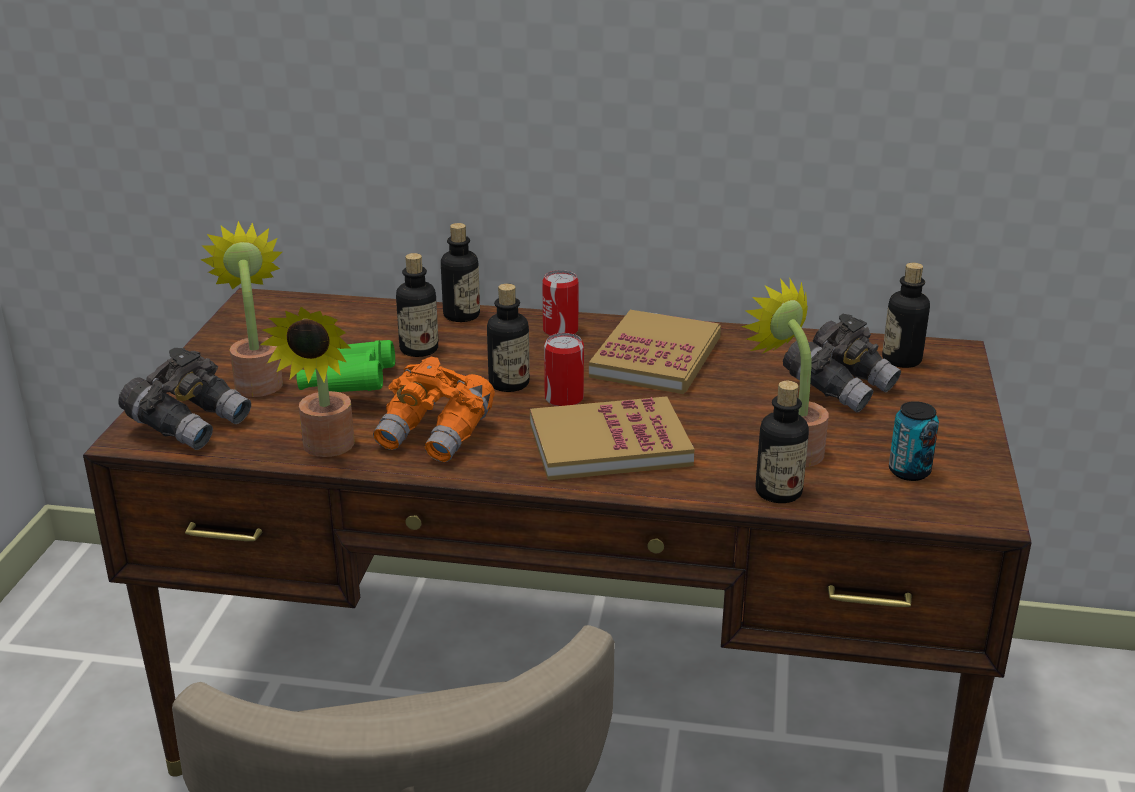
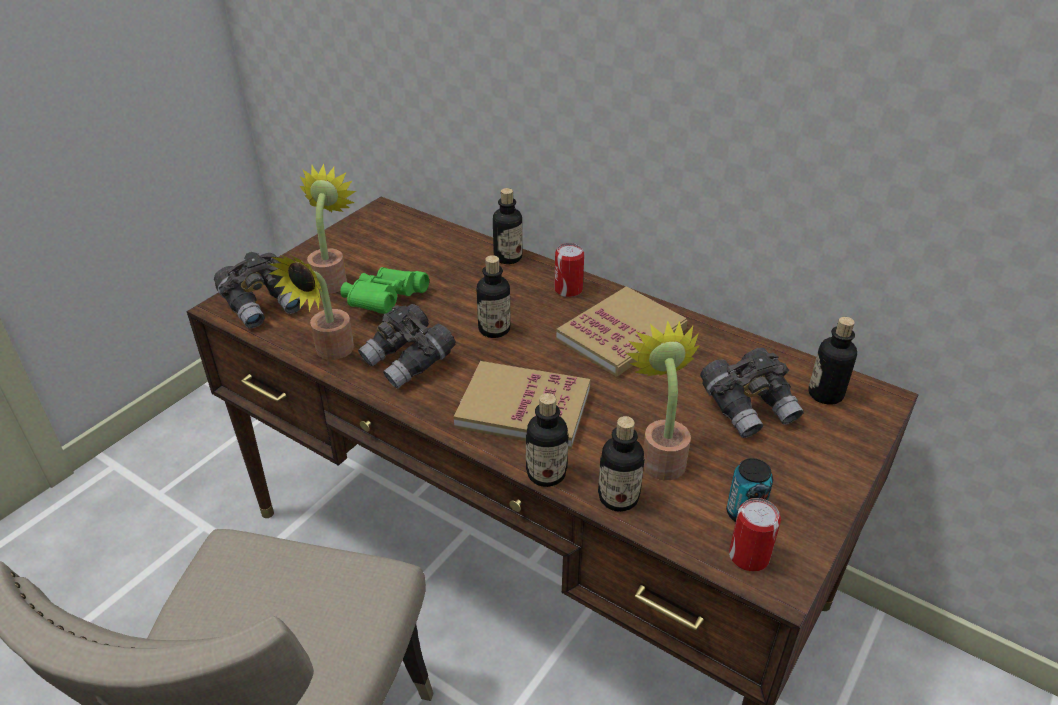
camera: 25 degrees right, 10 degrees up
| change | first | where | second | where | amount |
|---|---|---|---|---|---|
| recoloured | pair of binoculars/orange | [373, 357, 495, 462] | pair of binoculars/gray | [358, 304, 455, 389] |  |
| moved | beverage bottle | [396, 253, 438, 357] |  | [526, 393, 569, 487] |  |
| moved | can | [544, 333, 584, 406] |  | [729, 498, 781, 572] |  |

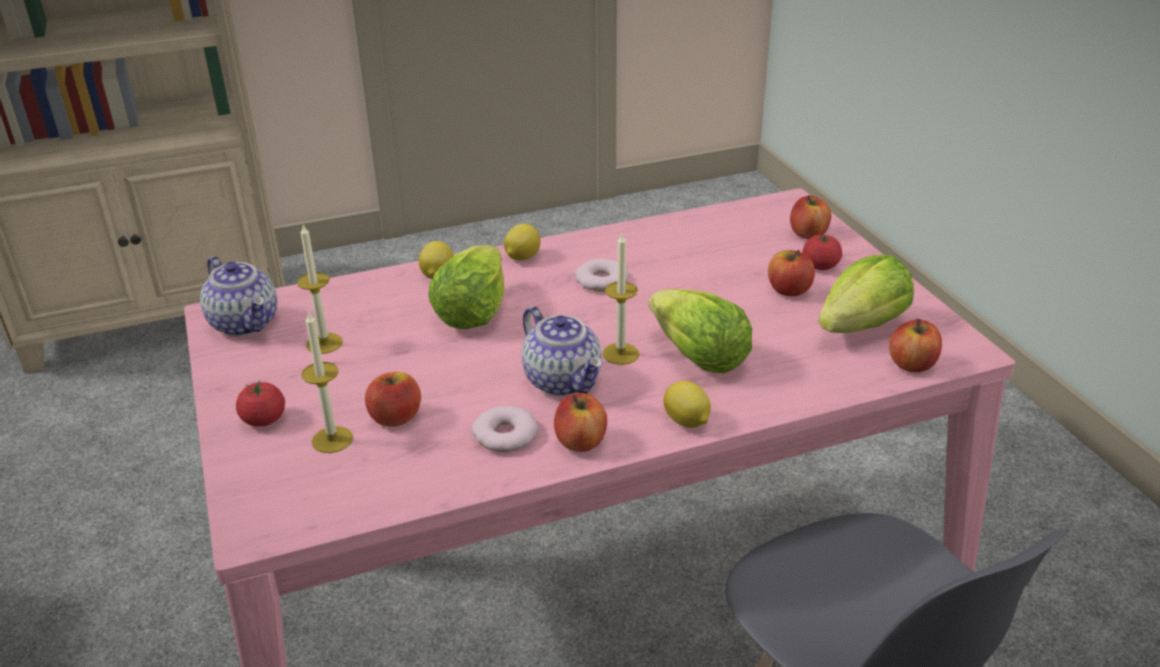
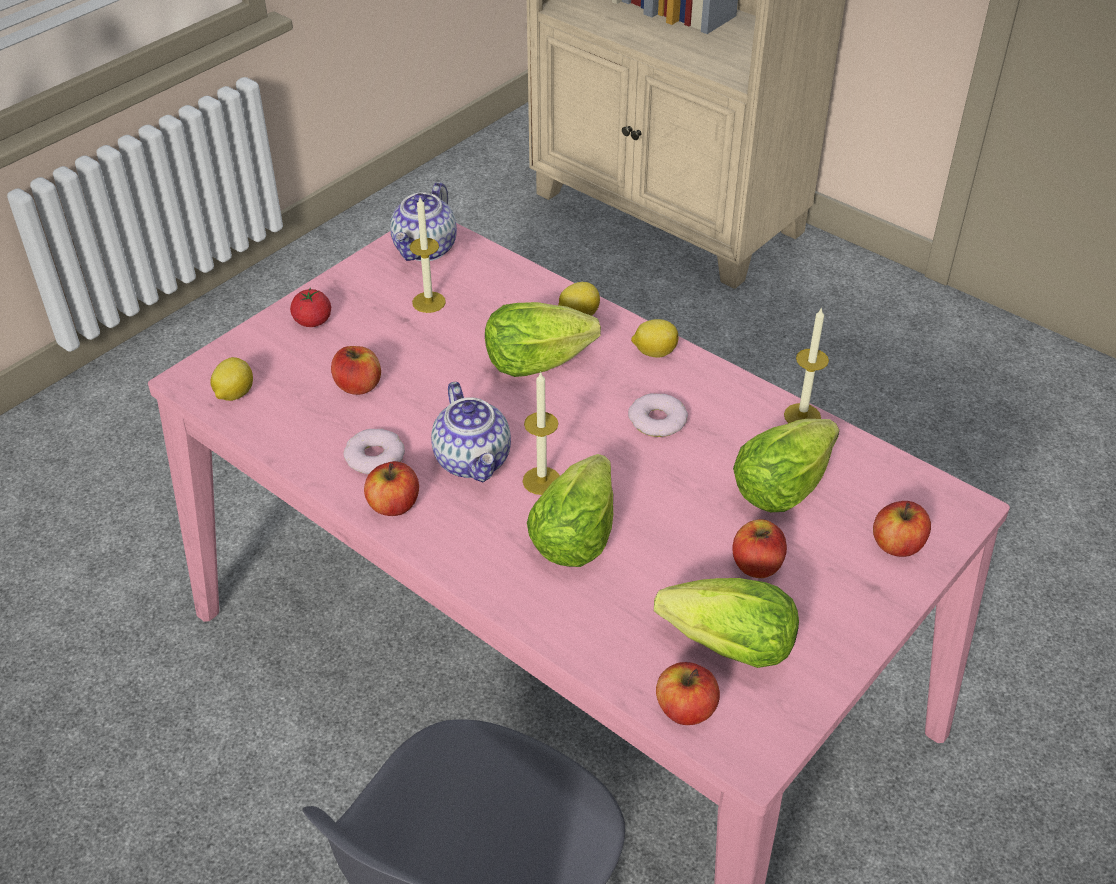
camera: 60 degrees right, 10 degrees up
| change | first | where | second | where | amount |
|---|---|---|---|---|---|
| moved | candle | [302, 311, 353, 453] |  | [784, 307, 829, 423] |  |
| turned | teapot | [522, 306, 603, 396] |  | [431, 382, 511, 482] | 45 degrees counterclockwise |
| moved | whole lemon | [664, 381, 711, 428] |  | [210, 357, 253, 401] |  |
| removed | fresh tomato | [803, 235, 842, 270] |  |  |  |
| added |  |  | lettuce | [733, 419, 839, 512] |  |

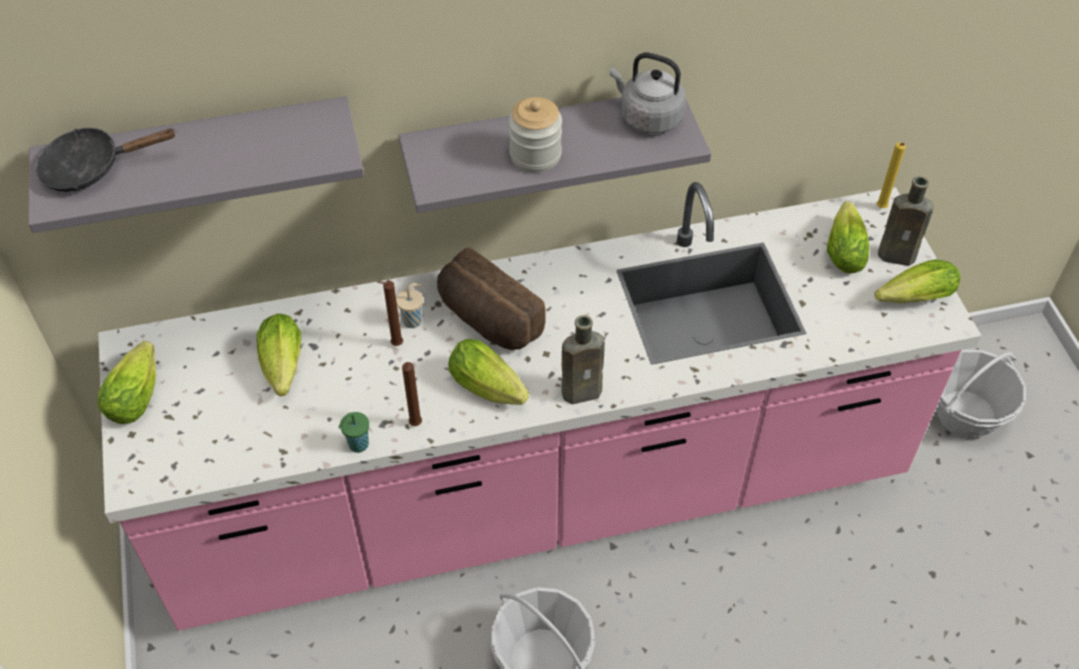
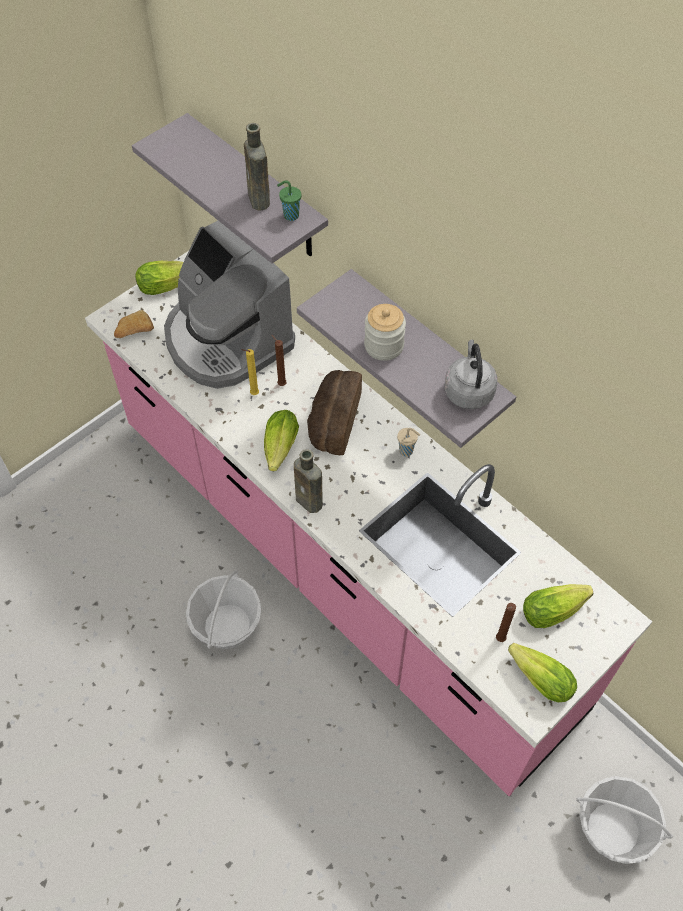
camera: 60 degrees right, 5 degrees up
| change | first | where | second | where | amount |
|---|---|---|---|---|---|
| removed | skillet/black-coloured | [35, 128, 177, 192] |  |  |  |
| replaced | lettuce | [257, 314, 301, 396] | coffee maker | [164, 221, 295, 389] |  |
| moved | cup/greenish | [339, 412, 369, 453] |  | [277, 180, 301, 221] |  |
| moved | cup/beige | [396, 283, 423, 328] |  | [397, 428, 420, 456] |  |
| moved | candle/brownish | [402, 362, 422, 426] |  | [496, 603, 516, 642] |  |
| moved | candle/yellow | [877, 142, 906, 208] |  | [241, 349, 259, 395] |  |
| moved | beverage bottle/brownish | [878, 176, 933, 266] |  | [244, 123, 270, 211] |  |
| added |  |  | bakery bread | [114, 310, 154, 338] |  |

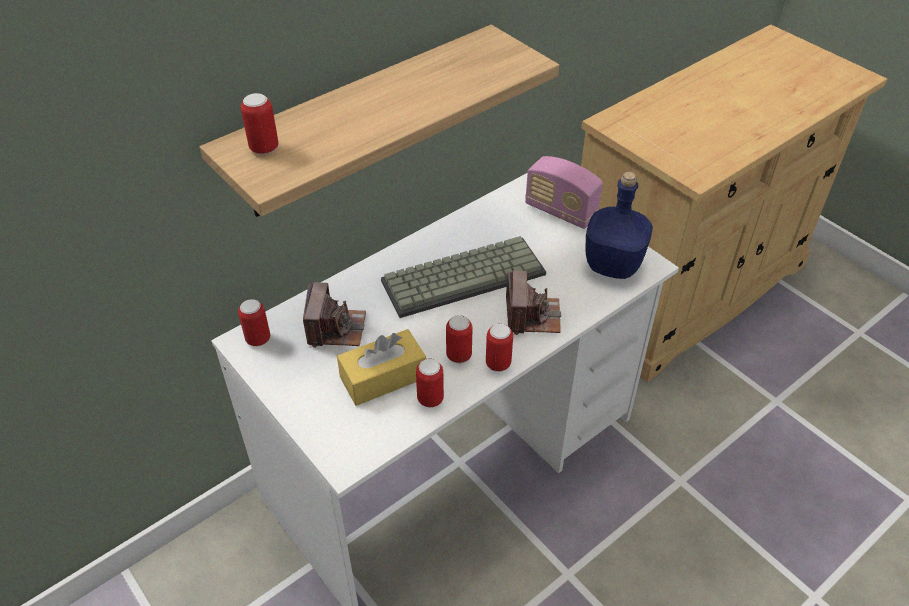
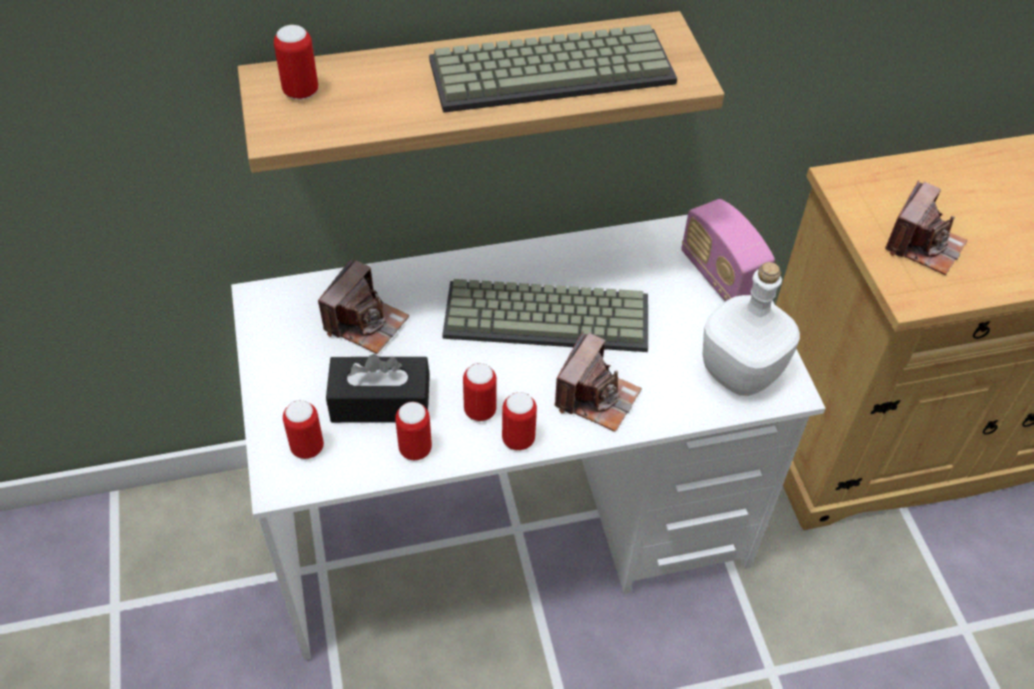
camera: 25 degrees right, 5 degrees up
| change | first | where | second | where | amount |
|---|---|---|---|---|---|
| moved | can | [238, 299, 270, 346] |  | [283, 400, 324, 459] |  |
| recoloured | tissue box/yellow | [337, 329, 426, 406] | tissue box/black-coloured | [326, 354, 430, 423] |  |
| recoloured | beverage bottle/blue-coloured | [585, 172, 653, 279] | beverage bottle/white | [703, 262, 800, 396] |  |
| added |  |  | computer keyboard | [429, 24, 677, 113] |  |
| added |  |  | photo camera | [885, 180, 967, 275] |  |

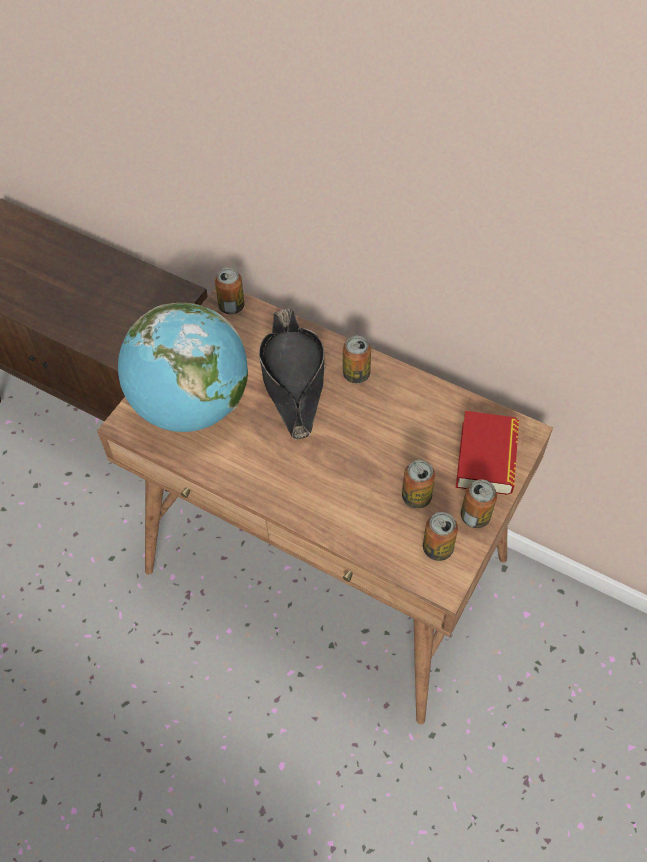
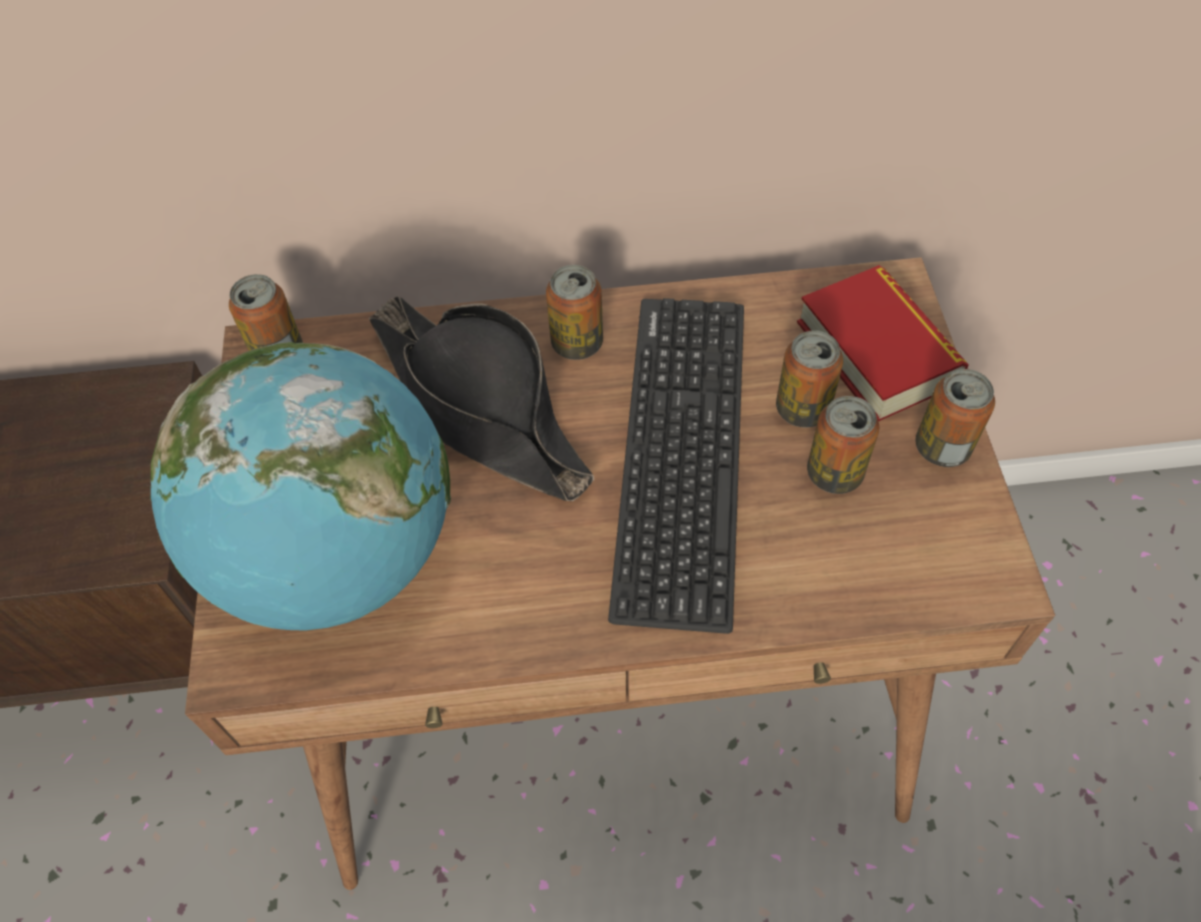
camera: 35 degrees left, 0 degrees up
| change | first | where | second | where | amount |
|---|---|---|---|---|---|
| moved | can | [423, 512, 458, 561] |  | [776, 331, 843, 427] |  |
| added |  |  | computer keyboard | [608, 298, 744, 634] |  |

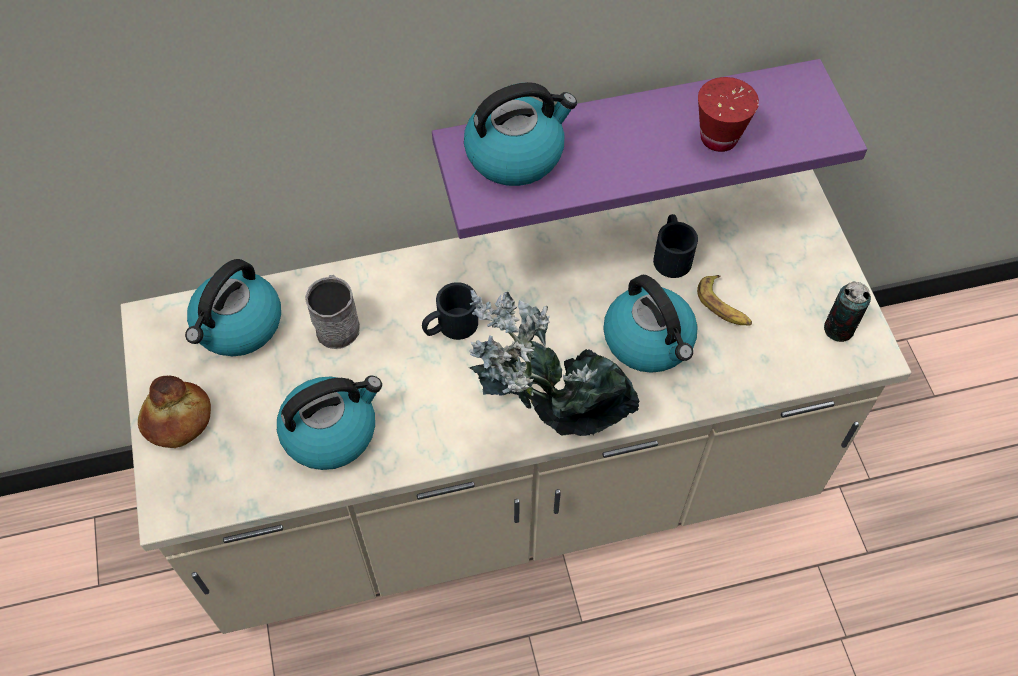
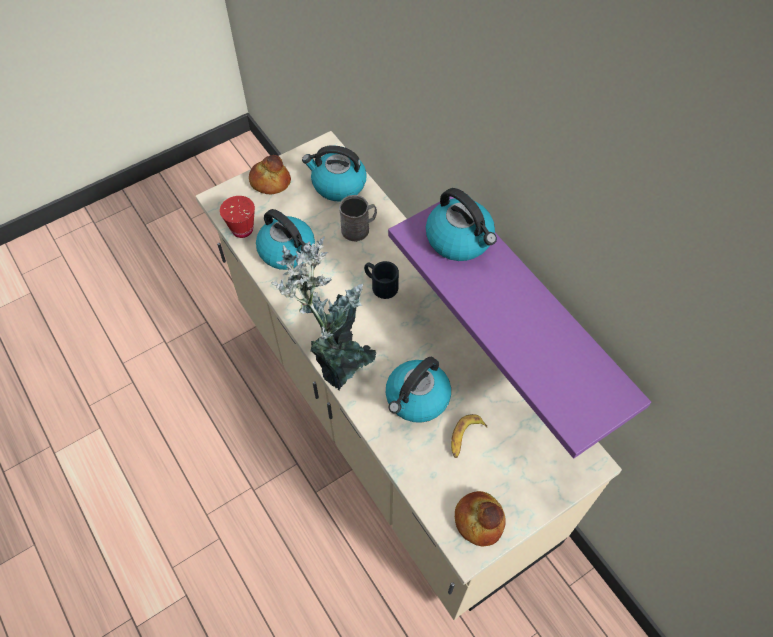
camera: 70 degrees right, 0 degrees up
| change | first | where | second | where | amount |
|---|---|---|---|---|---|
| removed | tea mug/black-coloured | [653, 214, 698, 278] |  |  |  |
| moved | cup/red-coloured | [698, 77, 759, 152] |  | [220, 196, 255, 238] |  |
| replaced | can | [824, 281, 871, 342] | bakery bread | [455, 491, 506, 546] |  |

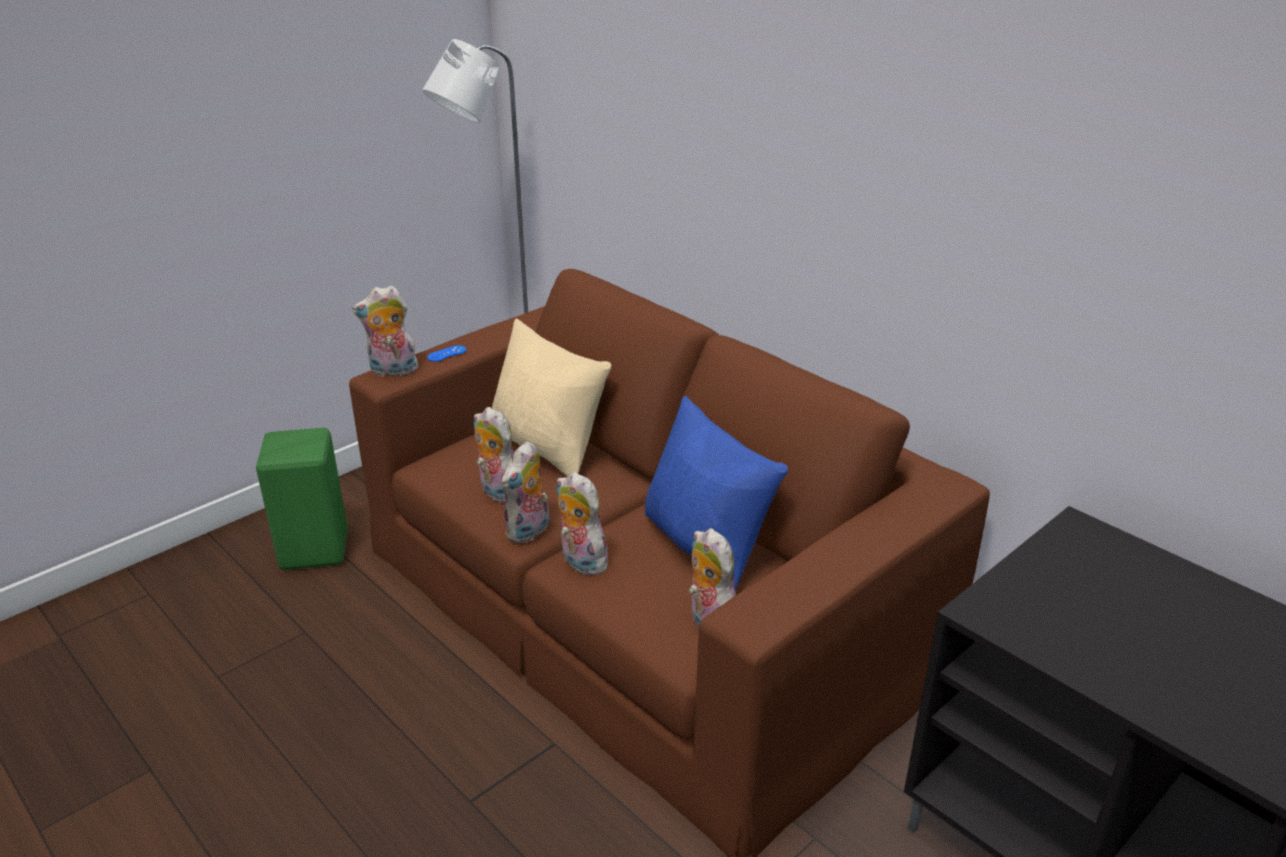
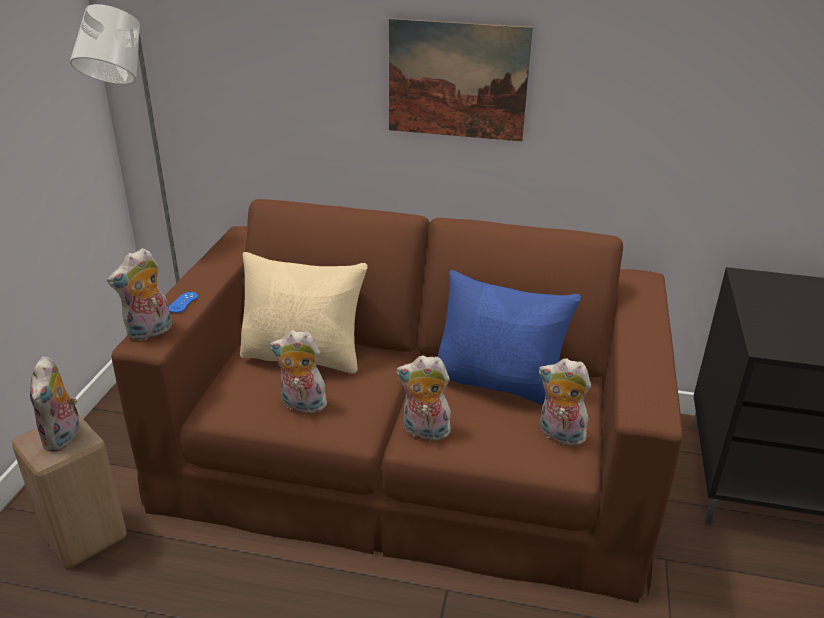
camera: 35 degrees left, 0 degrees up
| change | first | where | second | where | amount |
|---|---|---|---|---|---|
| recoloured | sitting stool/greenish | [256, 428, 348, 570] | sitting stool/beige | [12, 414, 127, 568] |  |
| moved | cuddly toy | [501, 441, 549, 544] |  | [30, 356, 79, 452] |  |
| added |  |  | wall picture | [389, 18, 533, 141] |  |

